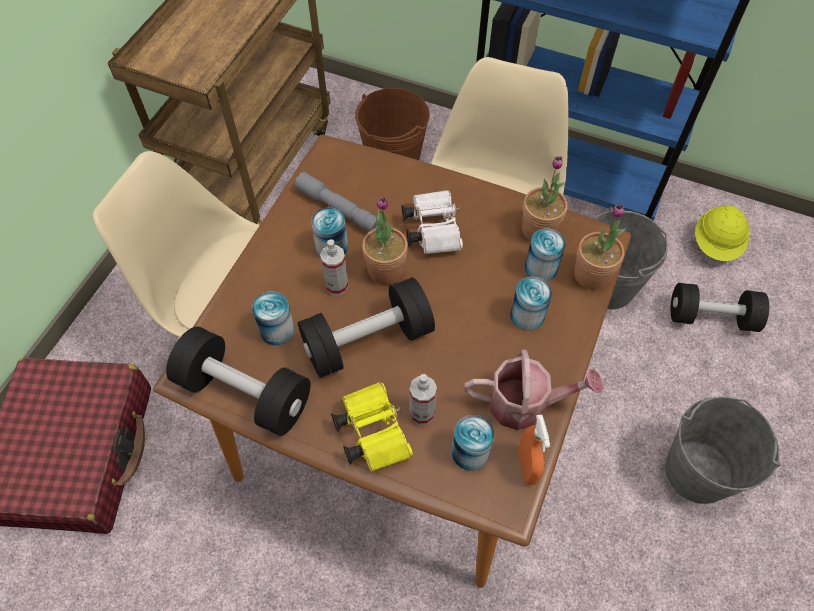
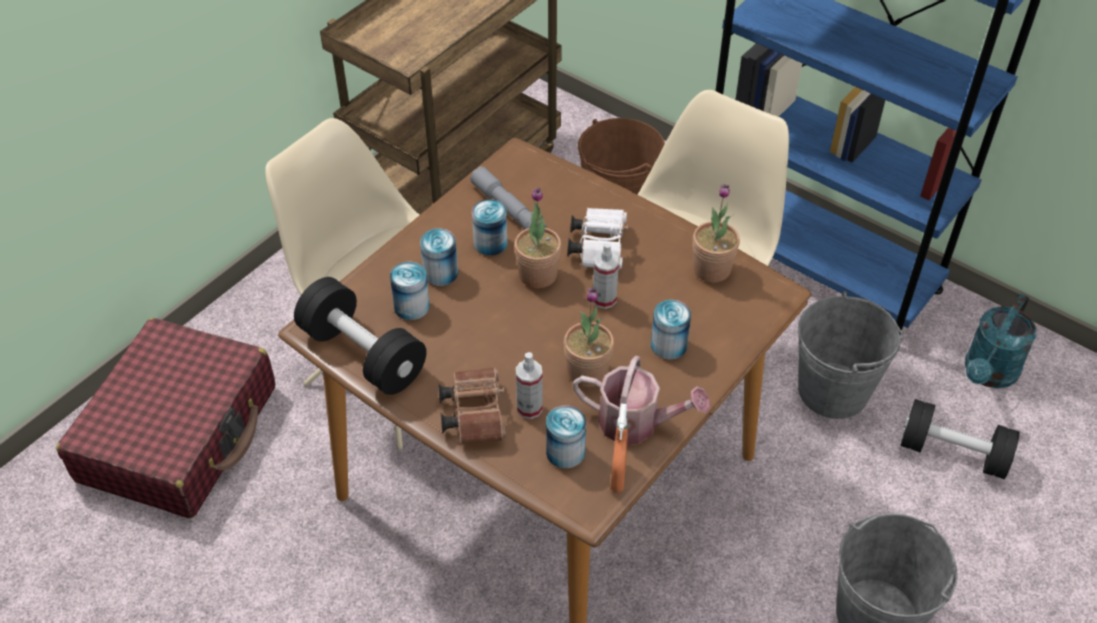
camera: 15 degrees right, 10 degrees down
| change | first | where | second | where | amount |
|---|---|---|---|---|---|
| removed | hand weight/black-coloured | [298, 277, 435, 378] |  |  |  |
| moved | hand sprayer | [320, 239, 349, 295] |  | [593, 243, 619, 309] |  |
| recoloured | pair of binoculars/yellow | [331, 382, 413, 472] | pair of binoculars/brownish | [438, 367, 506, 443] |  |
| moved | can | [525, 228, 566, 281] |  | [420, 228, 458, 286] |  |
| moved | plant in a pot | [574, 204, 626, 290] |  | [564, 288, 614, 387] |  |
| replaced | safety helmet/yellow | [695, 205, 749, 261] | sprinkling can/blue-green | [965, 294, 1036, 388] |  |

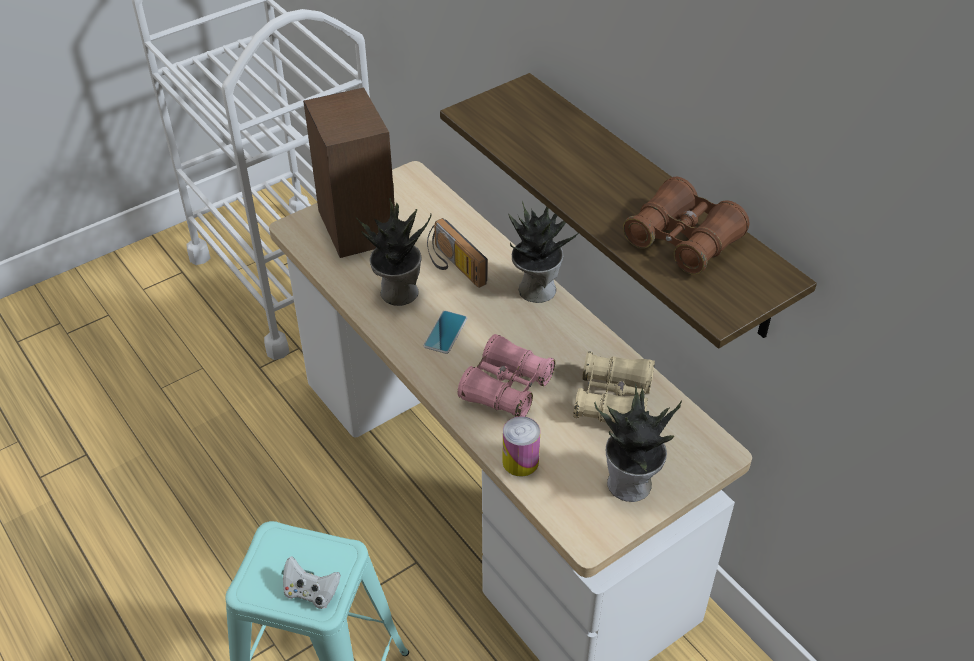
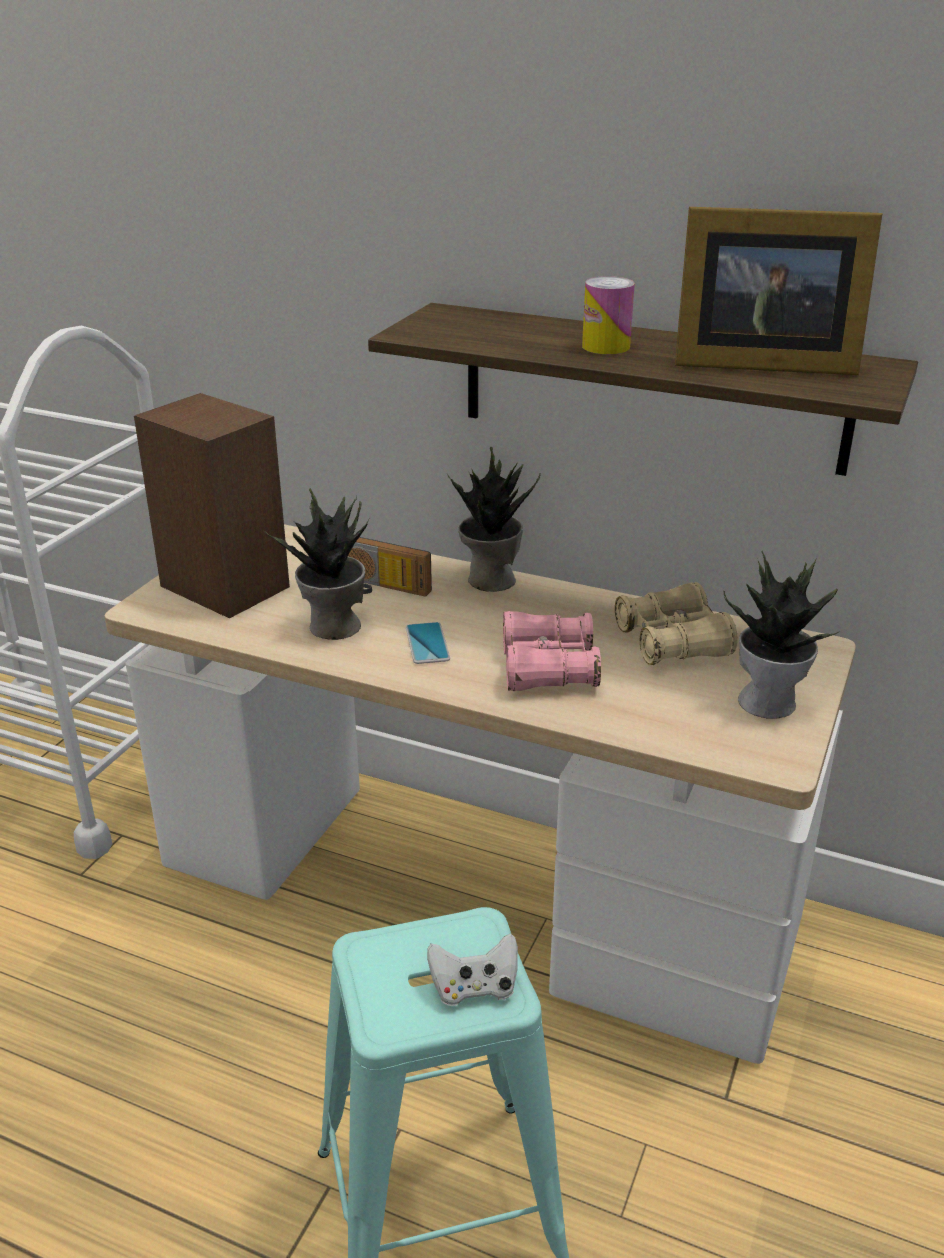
camera: 30 degrees left, 15 degrees down
| change | first | where | second | where | amount |
|---|---|---|---|---|---|
| moved | can | [502, 416, 540, 476] |  | [582, 276, 635, 354] |  |
| replaced | pair of binoculars/brownish | [623, 177, 750, 275] | photo frame | [675, 207, 883, 375] |  |

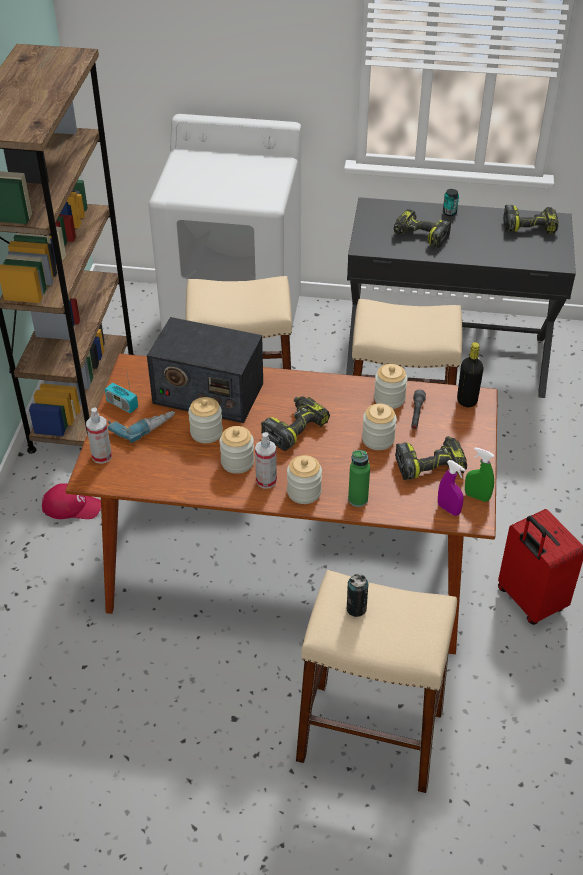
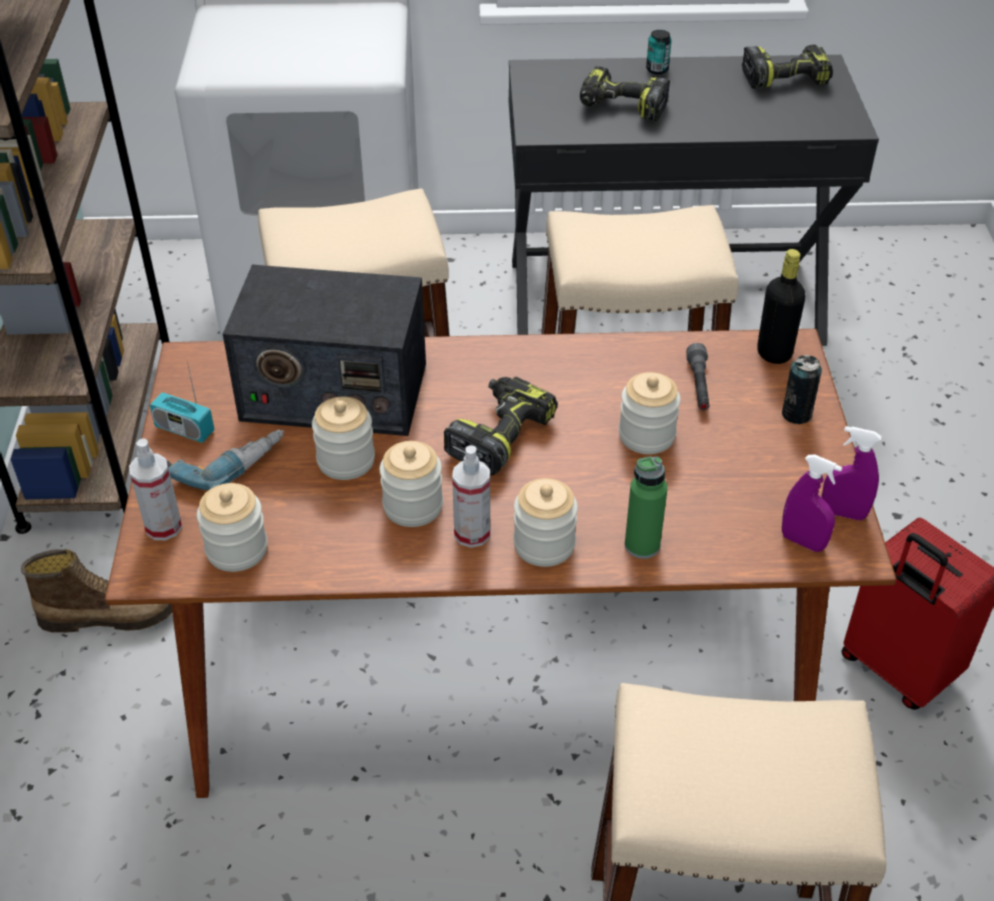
camera: 10 degrees left, 0 degrees up
| change | first | where | second | where | amount |
|---|---|---|---|---|---|
| replaced | peaked cap/red-coloured | [42, 483, 101, 519] | boot | [21, 549, 172, 633] |  |
| moved | can | [346, 574, 369, 617] |  | [782, 355, 822, 424] |  |
| moved | jar | [374, 364, 408, 409] |  | [197, 483, 268, 572] |  |
| removed | drill | [395, 436, 467, 480] |  |  |  |
| recoloured | hand sprayer/greenish | [465, 447, 494, 502] | hand sprayer/purplish | [821, 426, 881, 521] |  |

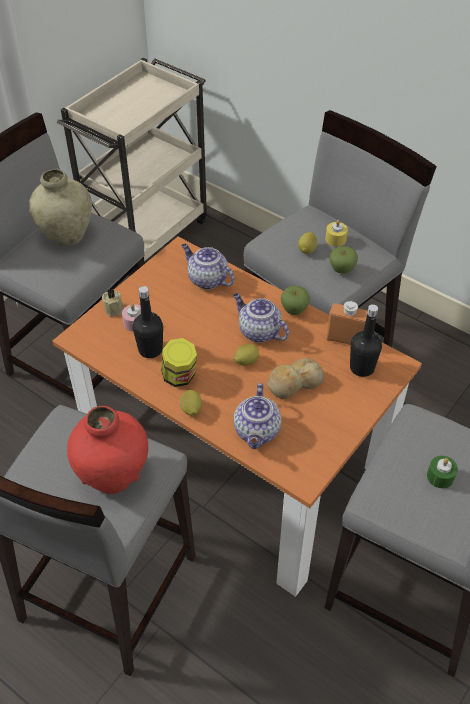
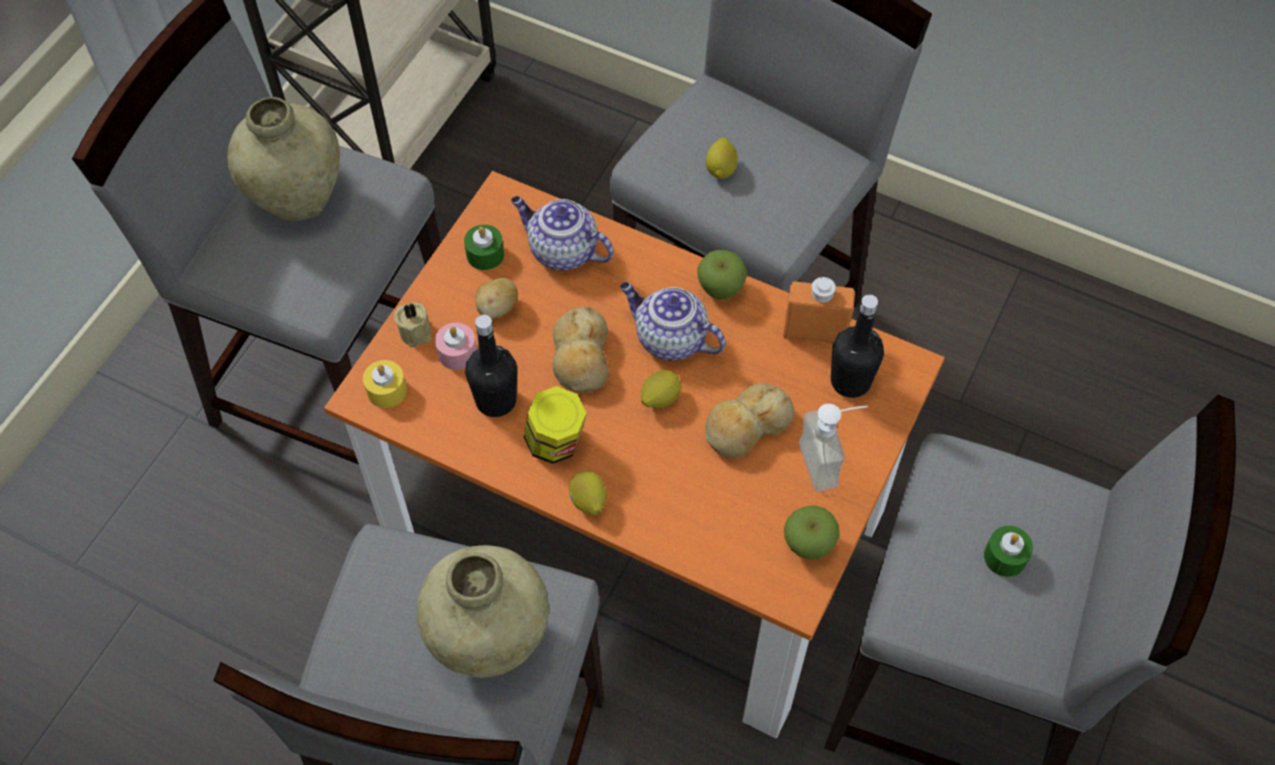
camera: 10 degrees left, 10 degrees up
| change | first | where | second | where | amount |
|---|---|---|---|---|---|
| recoloured | vase/red-coloured | [67, 406, 148, 494] | vase/beige | [417, 545, 549, 678] |  |
| removed | teapot | [234, 383, 282, 449] |  |  |  |
| moved | candle/yellow | [325, 220, 348, 247] |  | [363, 360, 407, 408] |  |
| moved | whole apple | [329, 246, 358, 274] |  | [784, 505, 840, 559] |  |
| added |  |  | candle/greenish | [464, 225, 504, 270] |  |
| added |  |  | whole potato | [475, 278, 518, 319] |  |
| added |  |  | bakery bread | [553, 306, 609, 393] |  |
| added |  |  | soap bottle | [799, 404, 868, 492] |  |

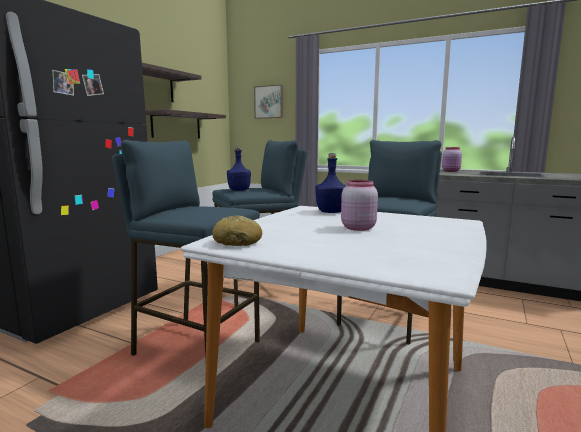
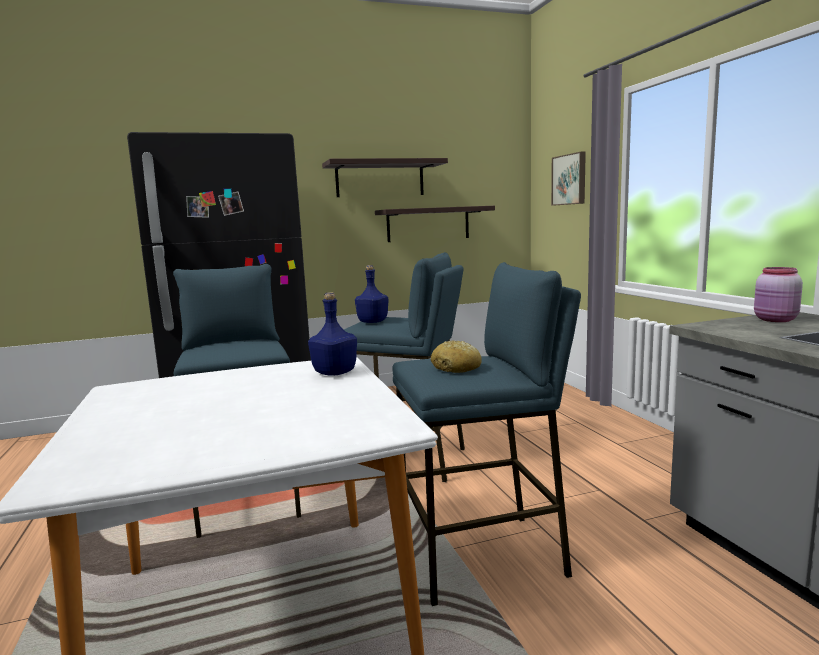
camera: 45 degrees right, 0 degrees up
| change | first | where | second | where | amount |
|---|---|---|---|---|---|
| moved | bakery bread | [212, 215, 262, 246] |  | [431, 341, 482, 373] |  |
| removed | jar/pink | [341, 180, 378, 231] |  |  |  |

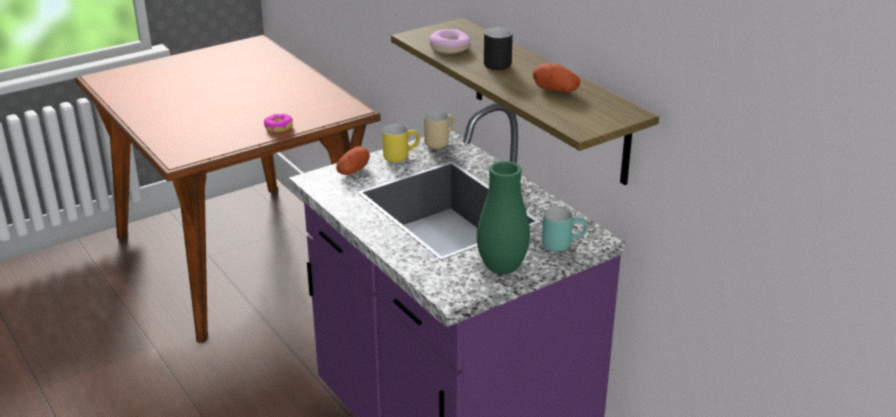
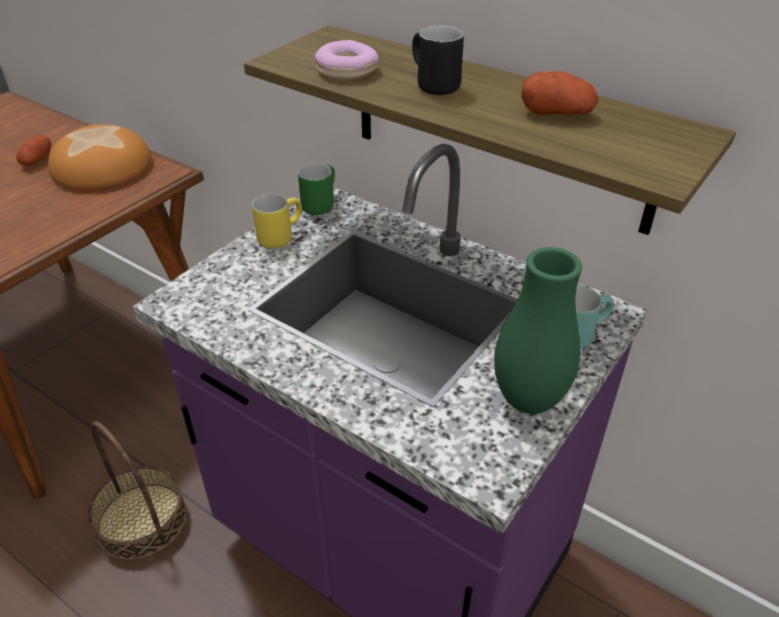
camera: 20 degrees left, 10 degrees up
| change | first | where | second | where | amount |
|---|---|---|---|---|---|
| removed | ring doughnut | [264, 114, 293, 132] |  |  |  |
| moved | whole potato | [336, 146, 370, 175] |  | [16, 135, 51, 166] |  |
| recoloured | tea mug/beige | [424, 111, 455, 148] | tea mug/greenish | [298, 163, 335, 215] |  |
| added |  |  | bakery bread | [48, 124, 151, 190] |  |
| added |  |  | household basket | [88, 421, 187, 560] |  |

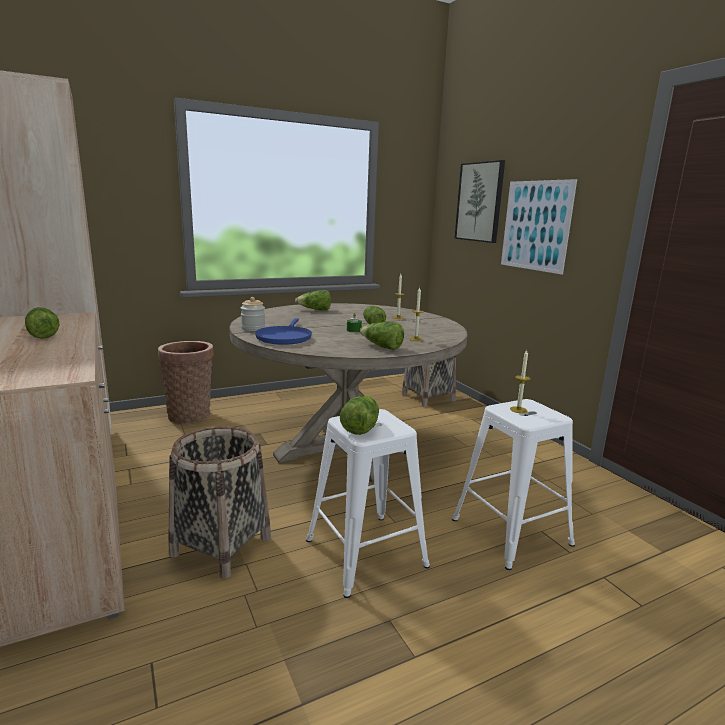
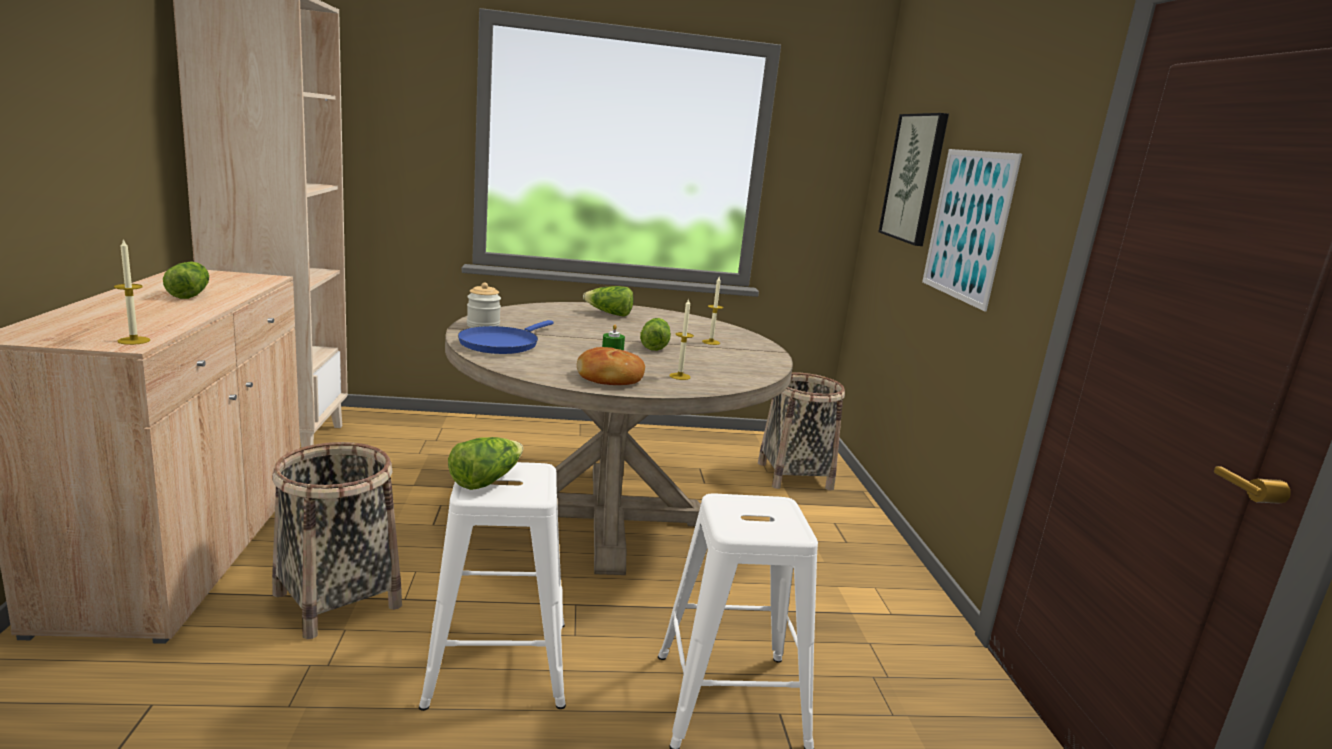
camera: 20 degrees right, 0 degrees up
| change | first | where | second | where | amount |
|---|---|---|---|---|---|
| removed | household basket | [158, 341, 214, 424] |  |  |  |
| replaced | lettuce | [360, 322, 404, 350] | bakery bread | [577, 347, 645, 385] |  |
| moved | candle | [510, 350, 531, 413] |  | [114, 238, 150, 345] |  |

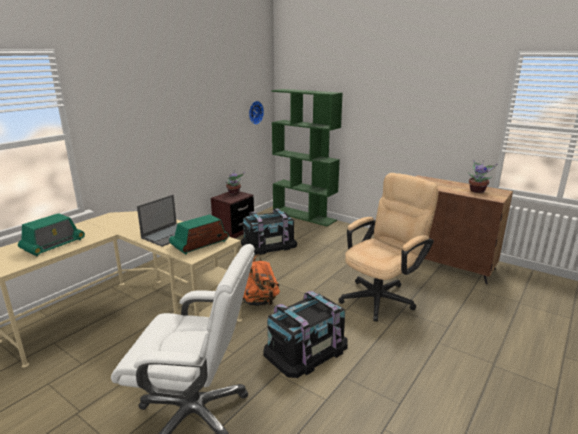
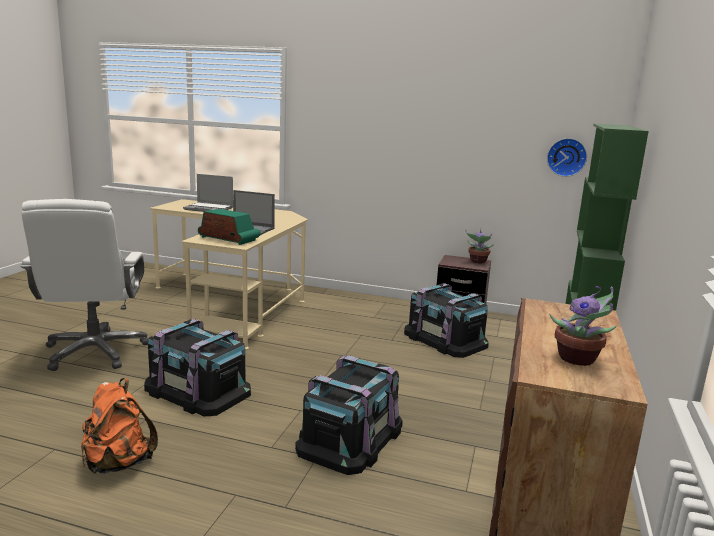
camera: 70 degrees right, 5 degrees down
| change | first | where | second | where | amount |
|---|---|---|---|---|---|
| replaced | radio set | [18, 213, 85, 256] | laptop | [183, 174, 233, 212] |  |
| moved | knapsack/orange | [243, 255, 280, 306] |  | [81, 378, 158, 474] |  |
| replaced | computer chair/beige | [338, 173, 438, 322] | storage box/black-coloured | [295, 355, 403, 475] |  |

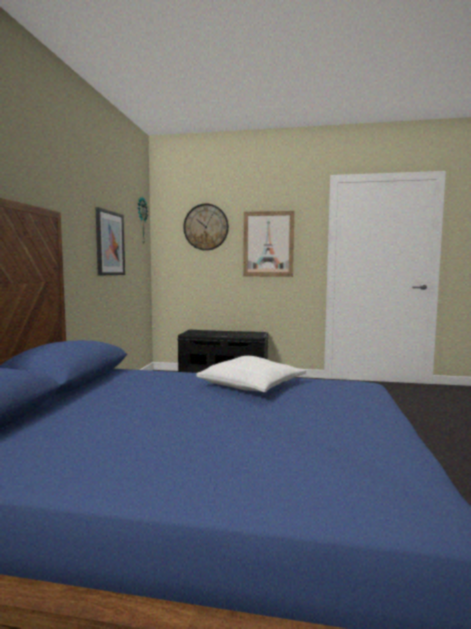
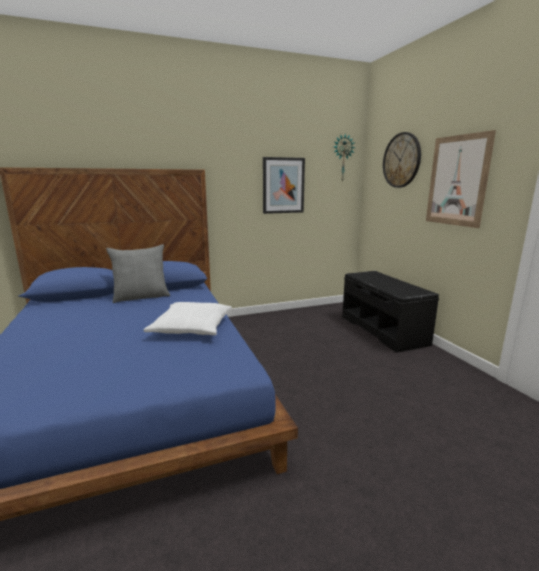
camera: 60 degrees right, 10 degrees up
| change | first | where | second | where | amount |
|---|---|---|---|---|---|
| added |  |  | cushion/gray | [106, 244, 170, 303] |  |

